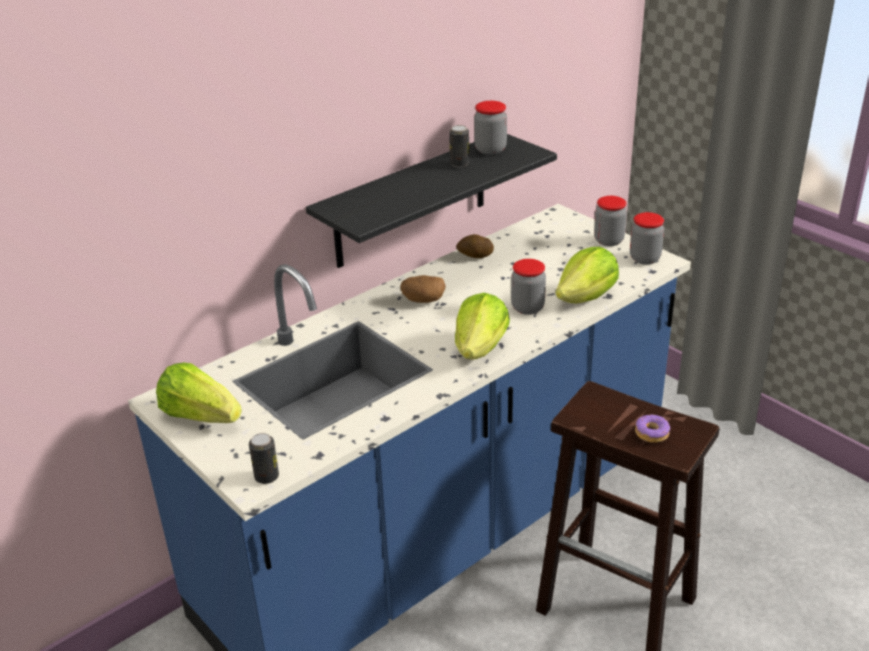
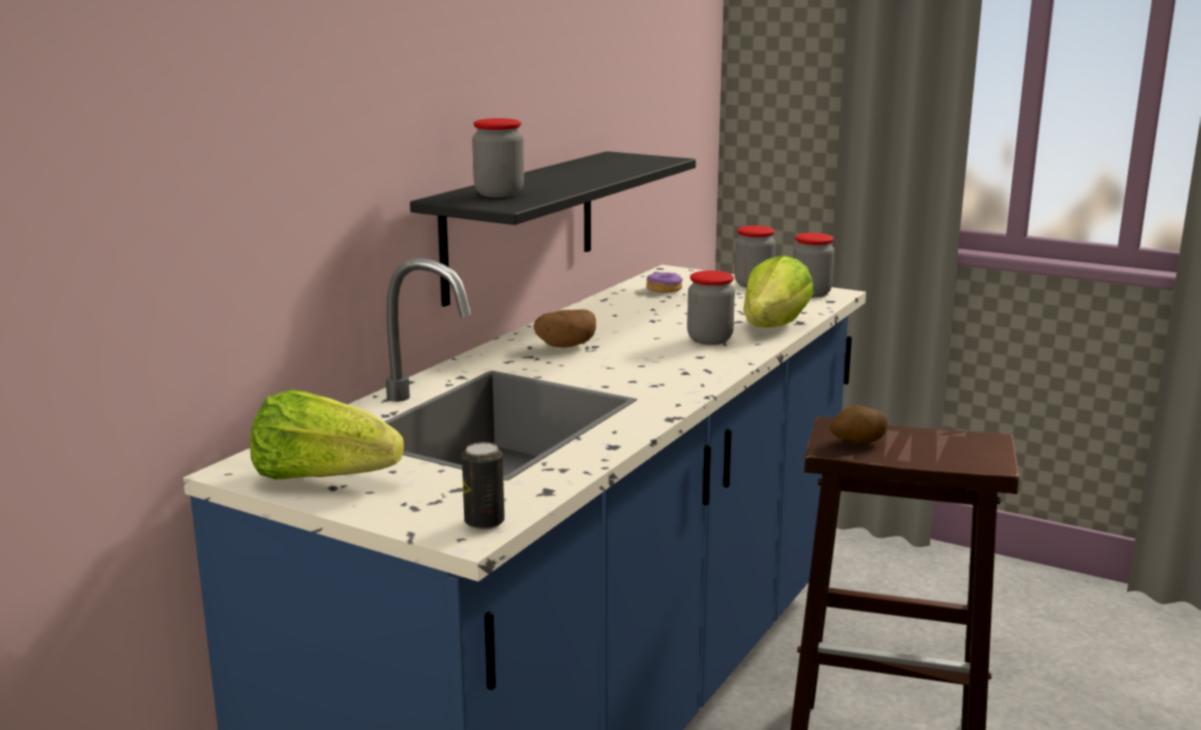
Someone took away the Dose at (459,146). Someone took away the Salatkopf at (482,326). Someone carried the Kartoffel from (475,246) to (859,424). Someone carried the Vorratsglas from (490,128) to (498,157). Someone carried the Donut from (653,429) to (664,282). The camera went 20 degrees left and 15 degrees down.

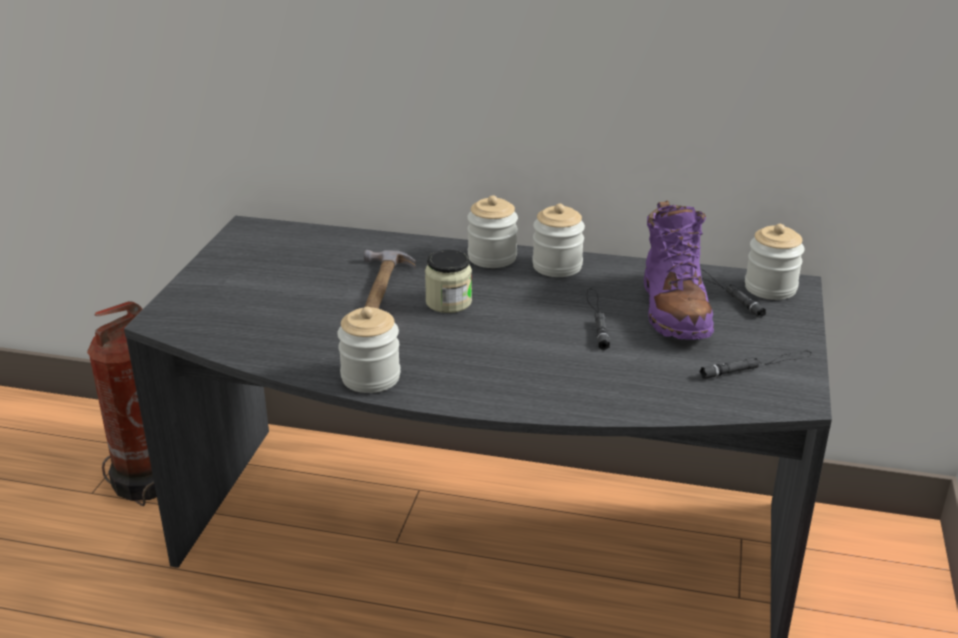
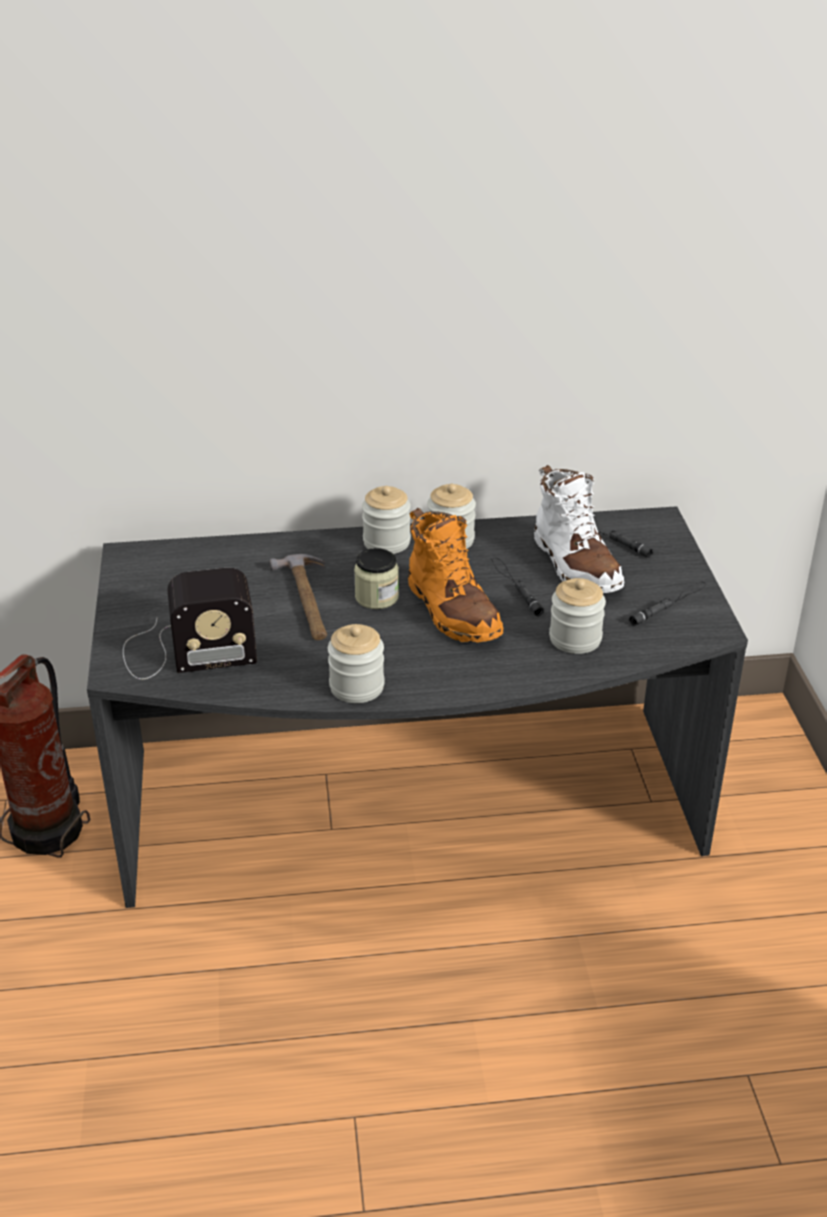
Someone repainted the Stiefel (lila) at (679,270), which became the Stiefel (weiß) at (579,529). Someone carried the Vorratsglas from (775,262) to (577,616). Someone put down the Radio at (190,624). Someone put down the Stiefel (orange) at (456,575). The camera went 20 degrees left and 5 degrees up.

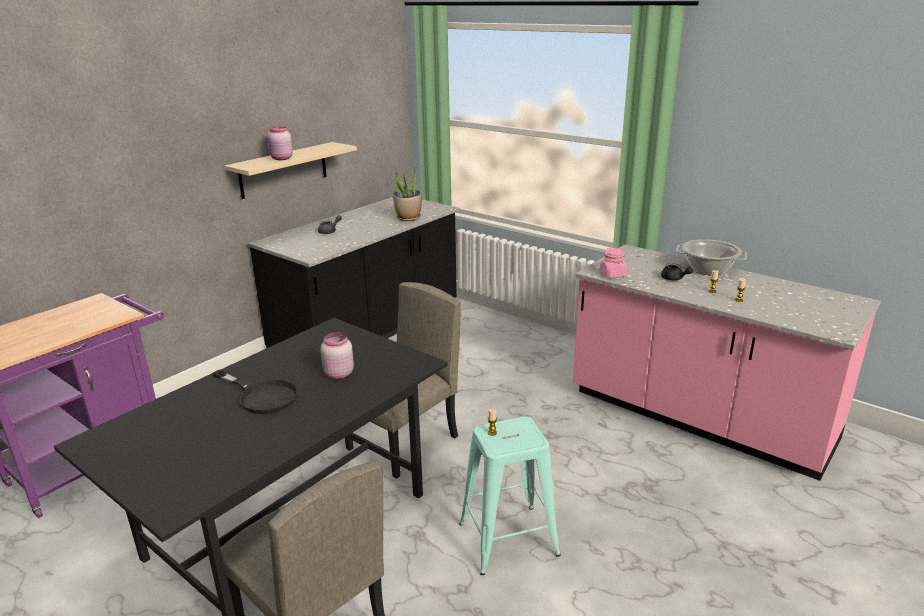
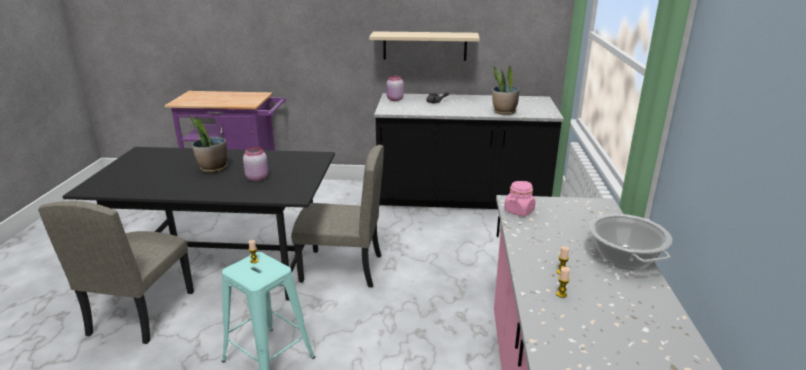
Someone swapped the Pfanne (schwarz) at (255,392) for the Topfpflanze at (209,144). Someone carried the Vorratsglas (rosa) from (280,143) to (395,88). Someone took away the Teekanne (schwarz) at (677,272). The camera went 55 degrees right and 0 degrees up.

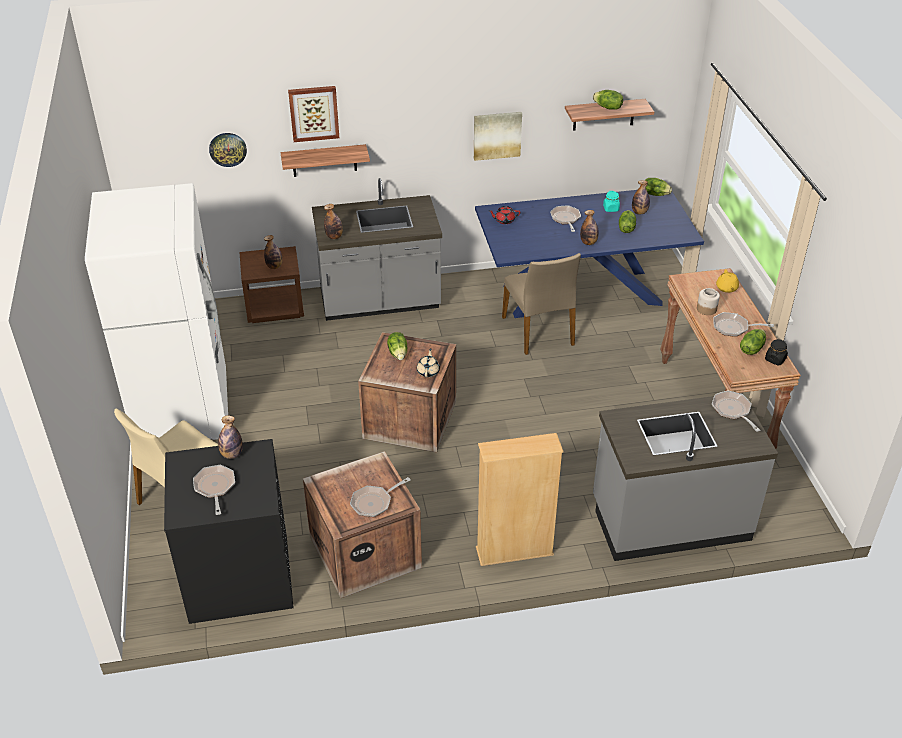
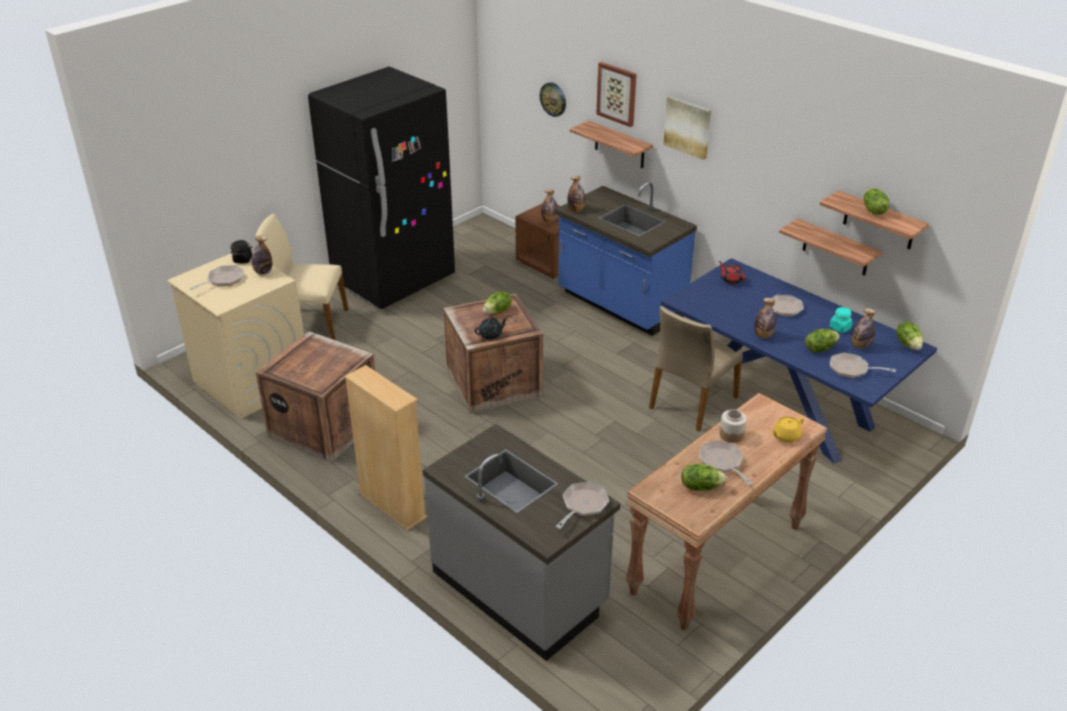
Someone repainted the Kühlschrank (weiß) at (156,311), which became the Kühlschrank (schwarz) at (381,188). Someone repainted the Waschmaschine (schwarz) at (229,531), which became the Waschmaschine (beige) at (235,336). Someone repainted the Küchenzeile (grau) at (377,249), which became the Küchenzeile (blau) at (626,259). Someone carried the Pfanne from (380,497) to (863,365). Someone repainted the Teekanne (beige) at (428,362), which became the Teekanne (schwarz) at (491,328). Someone carried the Bild from (498,136) to (687,128). Someone carried the Vorratsglas (schwarz) from (776,352) to (241,251). Someone put up the Wandregal at (830,247). The camera went 55 degrees right and 5 degrees down.

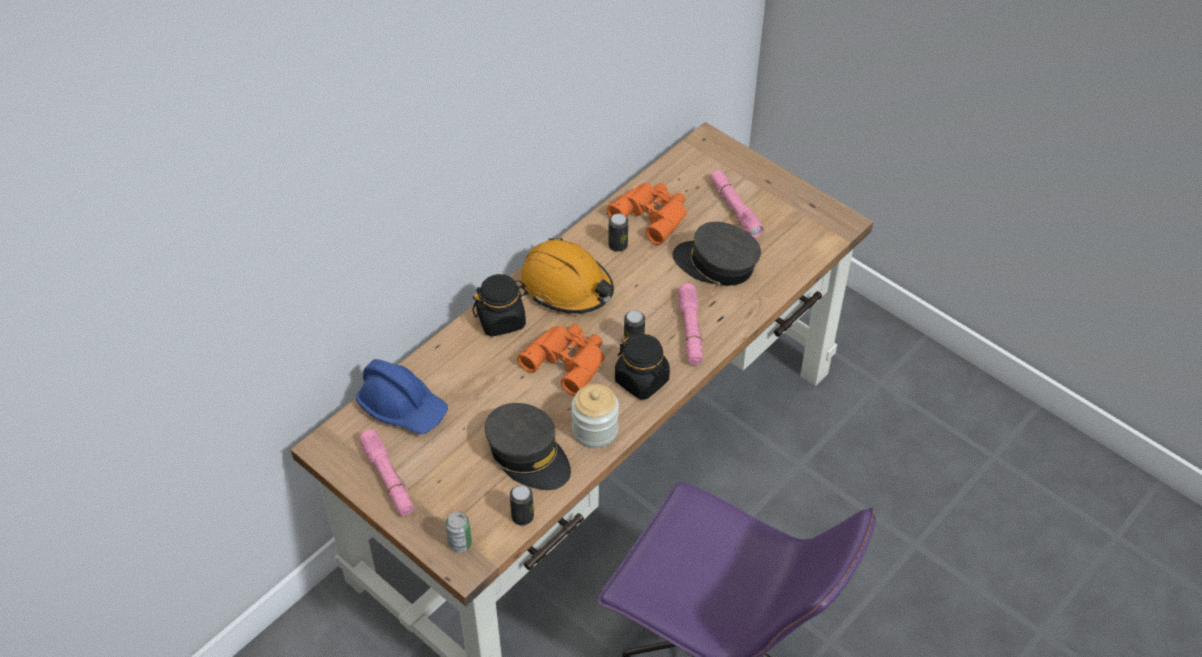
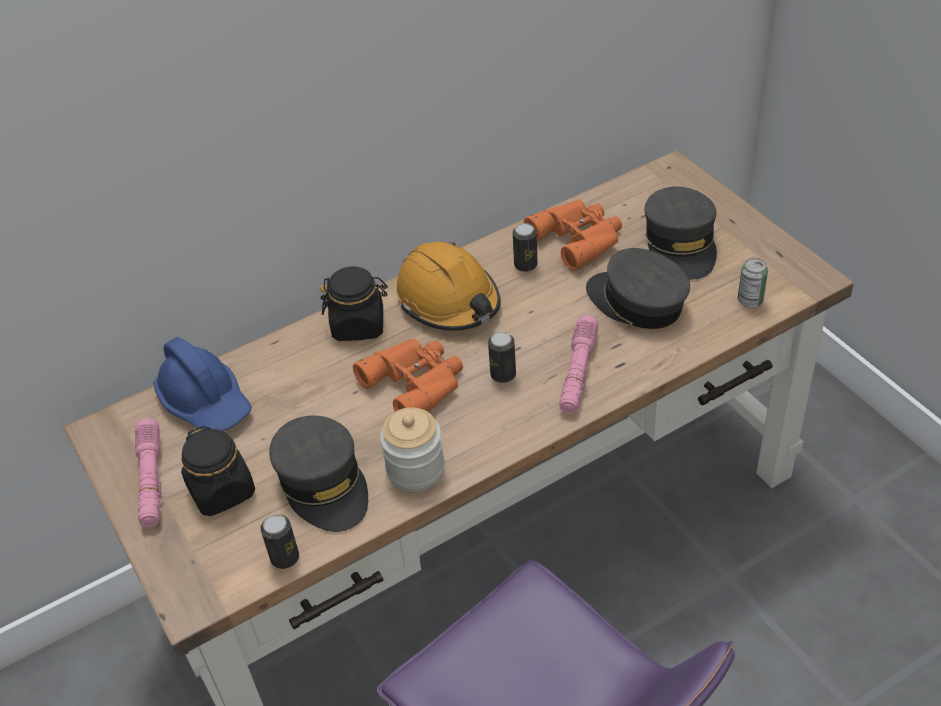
Someone carried the Dose from (458,531) to (753,283). Someone carried the Vorratsglas (schwarz) from (642,366) to (218,471). Someone swapped the Taschenlampe (rosa) at (737,204) for the Kappe (grau) at (680,233). The camera went 20 degrees right and 5 degrees down.

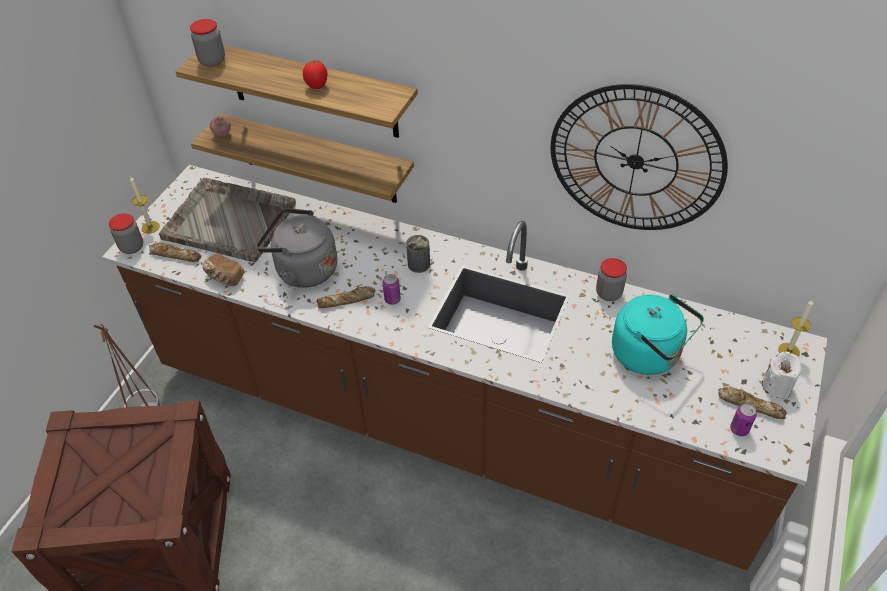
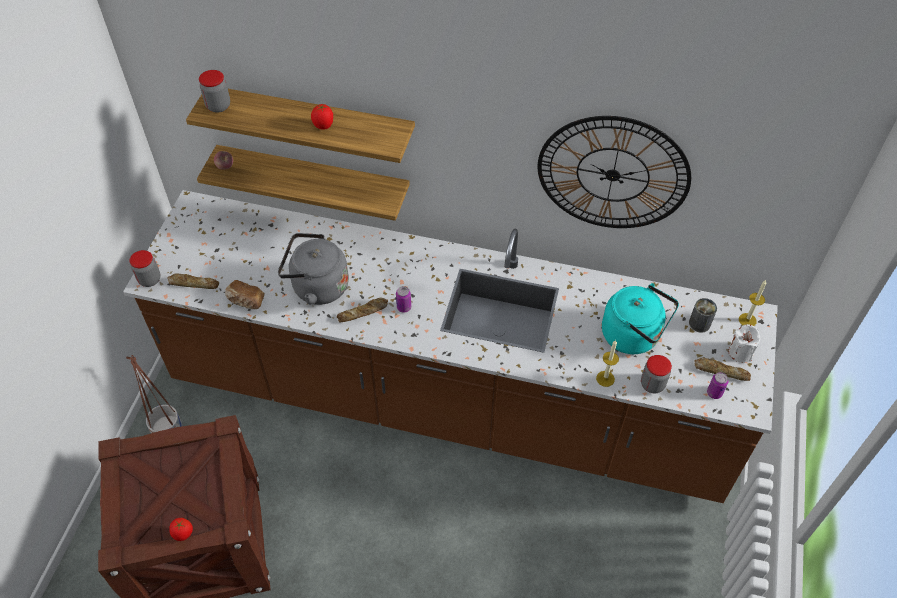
Someone carried the Kerze from (145,205) to (607,363). Someone took away the Tablett (grau) at (227,220). Someone carried the Dose from (418,254) to (703,315). Someone carried the Vorratsglas from (611,279) to (656,374). Someone put down the Tomate at (181,529). The camera went 10 degrees left and 5 degrees up.

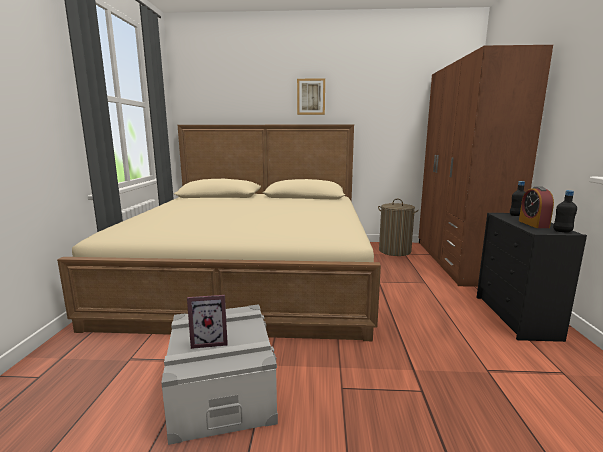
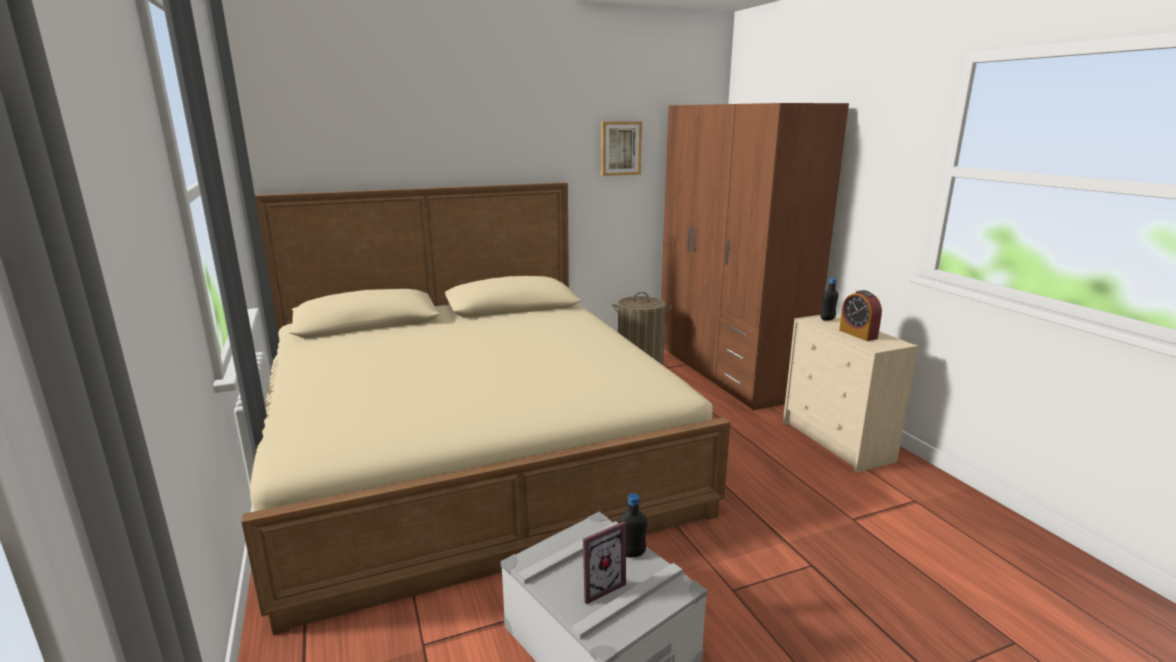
Someone carried the Bild from (311,96) to (621,148). Someone repainted the Kommode (schwarz) at (531,277), which became the Kommode (beige) at (850,394). Someone carried the Flasche (schwarz) from (565,211) to (633,525). The camera went 25 degrees left and 5 degrees up.

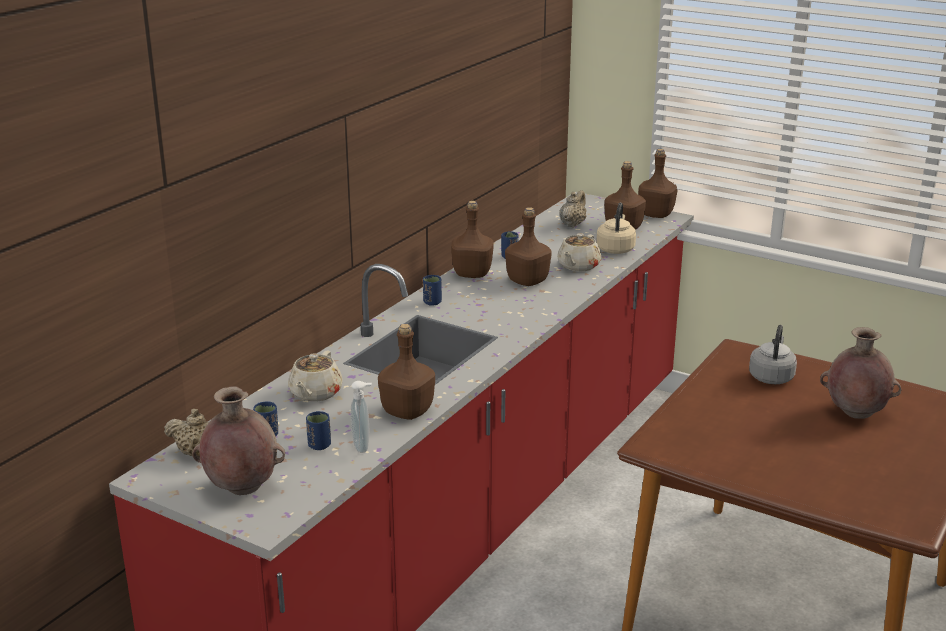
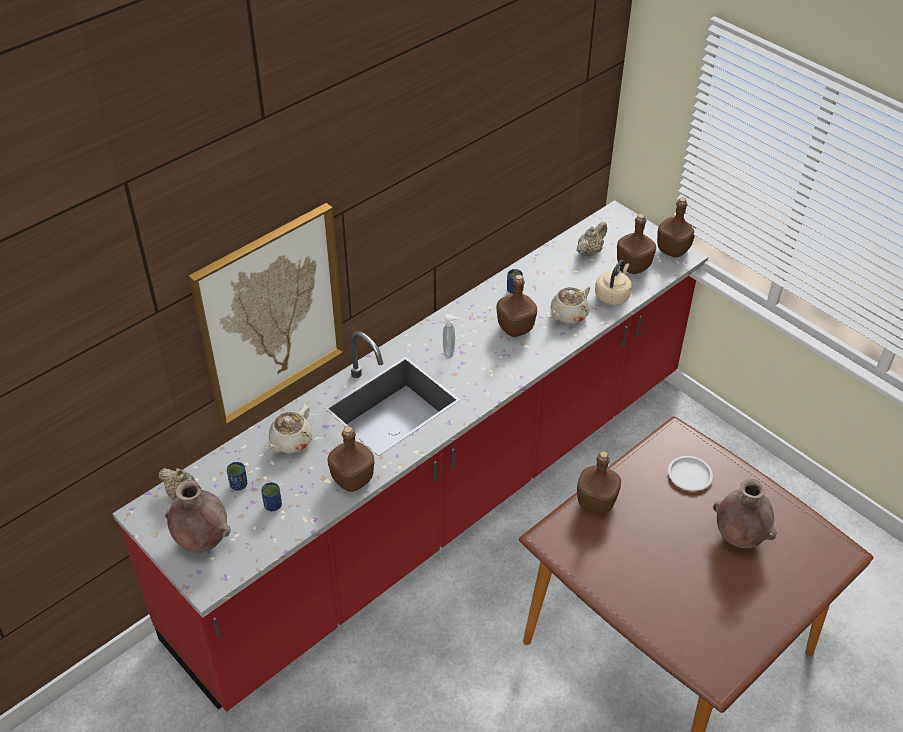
Someone carried the Seifenspender from (361,417) to (450,336). Someone took away the Tasse (blau) at (432,290). Someone carried the Flasche (braun) from (472,239) to (599,483). Someone swapped the Wasserkessel (grau) at (773,354) for the Teller (weiß) at (690,473). Someone put up the Bild at (267,314). The camera went 15 degrees right and 20 degrees up.

